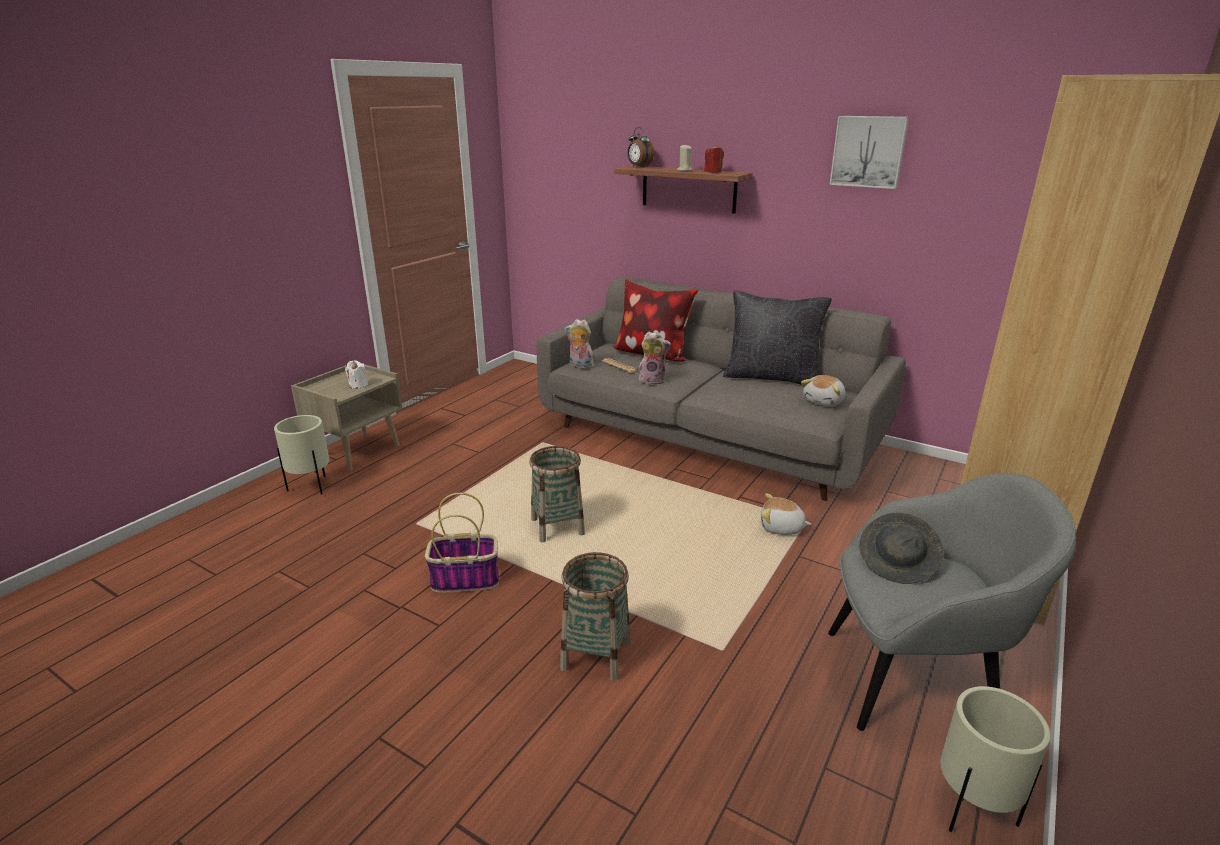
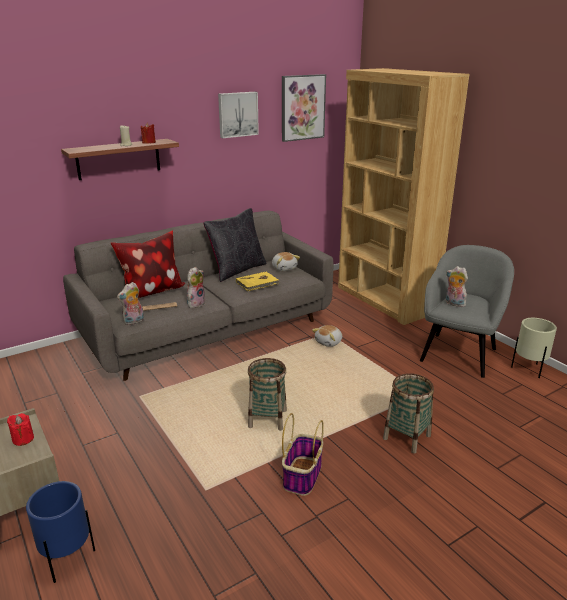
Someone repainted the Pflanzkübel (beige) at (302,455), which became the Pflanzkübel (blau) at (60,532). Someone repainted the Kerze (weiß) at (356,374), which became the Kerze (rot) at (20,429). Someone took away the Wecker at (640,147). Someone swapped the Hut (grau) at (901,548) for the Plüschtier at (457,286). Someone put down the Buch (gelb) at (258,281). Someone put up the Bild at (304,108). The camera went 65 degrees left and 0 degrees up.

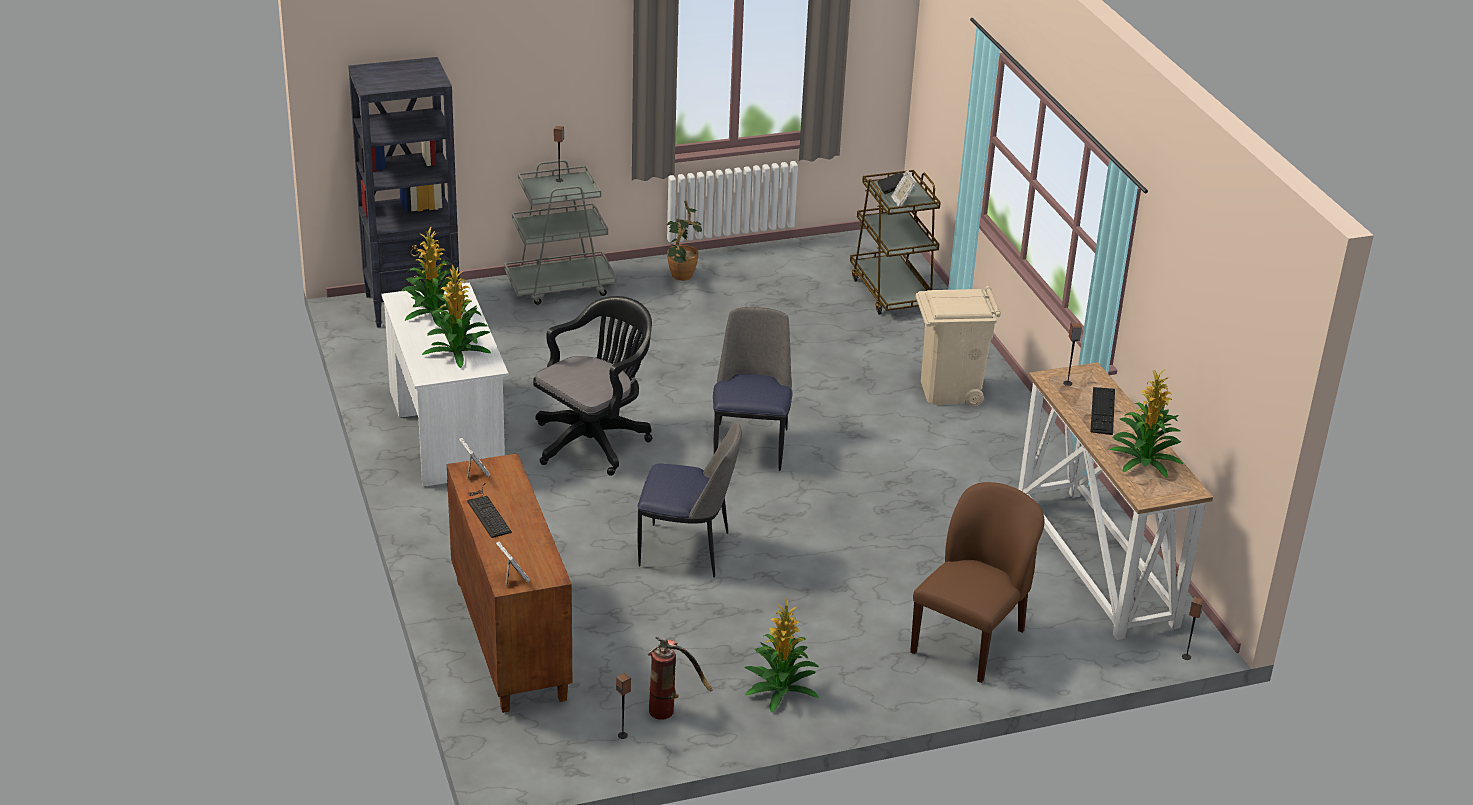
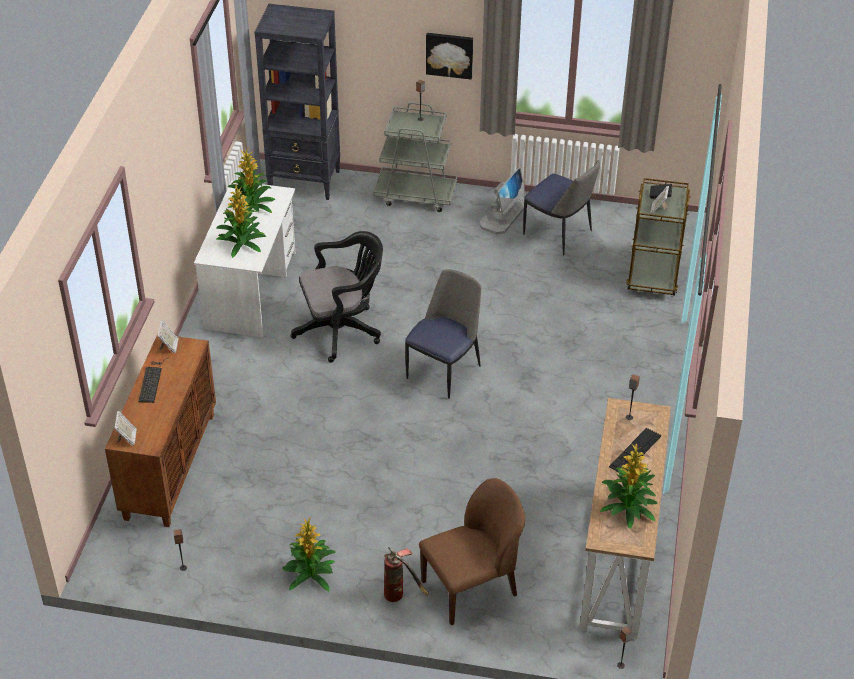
Someone carried the Stuhl from (689,500) to (561,207). Someone carried the Feuerlöscher from (680,678) to (406,574). Someone swapped the Topfpflanze at (684,240) for the Monitor at (504,201). Someone took away the Mülleimer (beige) at (958,346). Someone put up the Bild at (449,56). The camera went 30 degrees right and 10 degrees up.

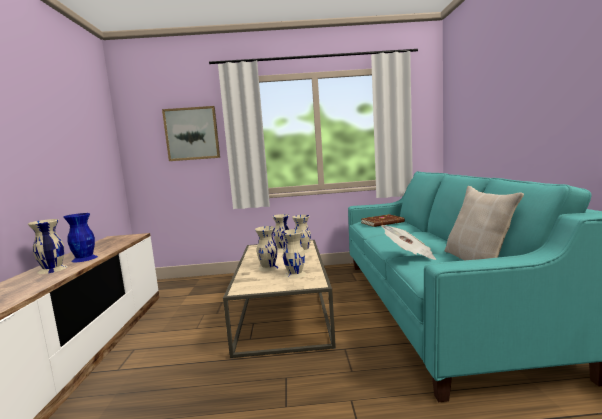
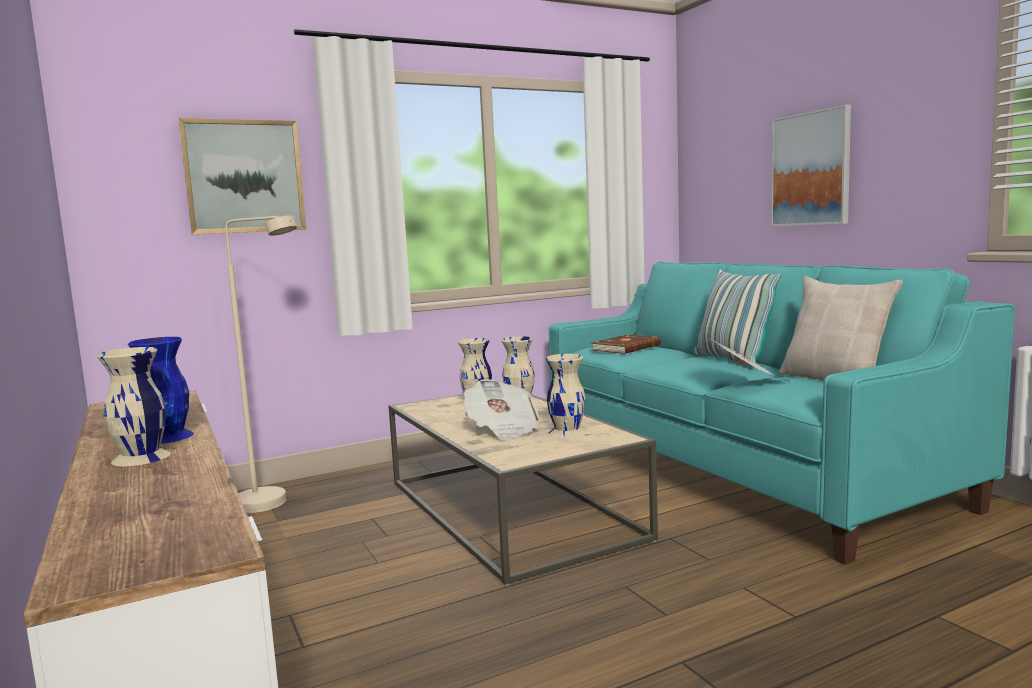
Someone swapped the Vase (beige) at (267,249) for the Zeitung at (502,410). Someone put down the Stehlampe (beige) at (261,364). Someone put down the Kissen at (737,318). Someone put up the Bild at (811,165). The camera went 25 degrees left and 0 degrees up.

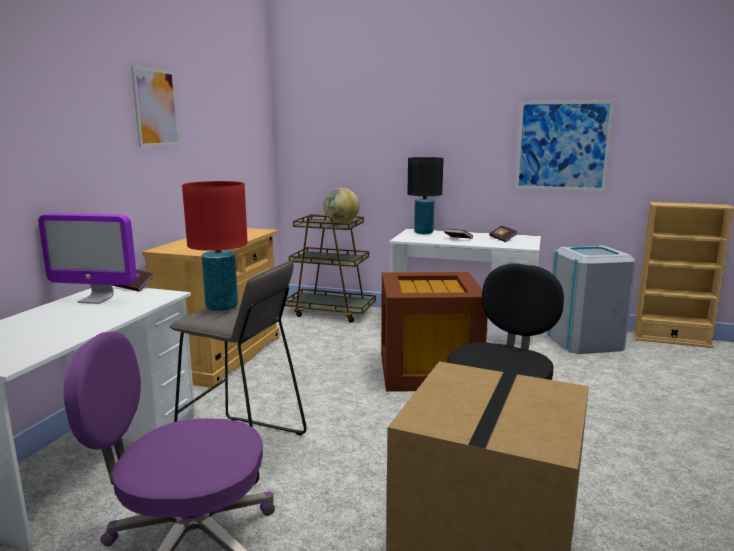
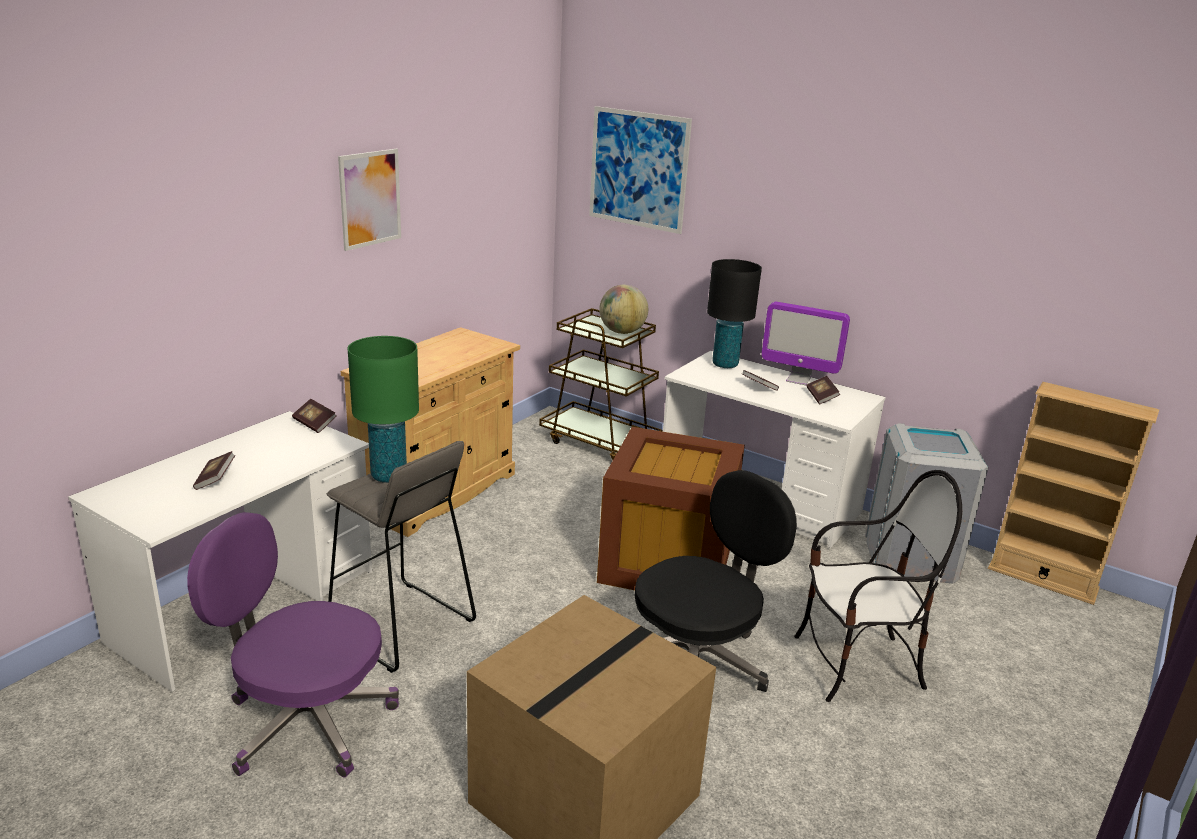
Someone carried the Monitor from (87,258) to (805,343). Someone repainted the Tischlampe (rot) at (215,246), which became the Tischlampe (grün) at (383,409). Someone carried the Bild from (565,145) to (640,170). Someone put down the Buch at (214,470). Someone put down the Stuhl at (878,586). The camera went 15 degrees right and 10 degrees up.

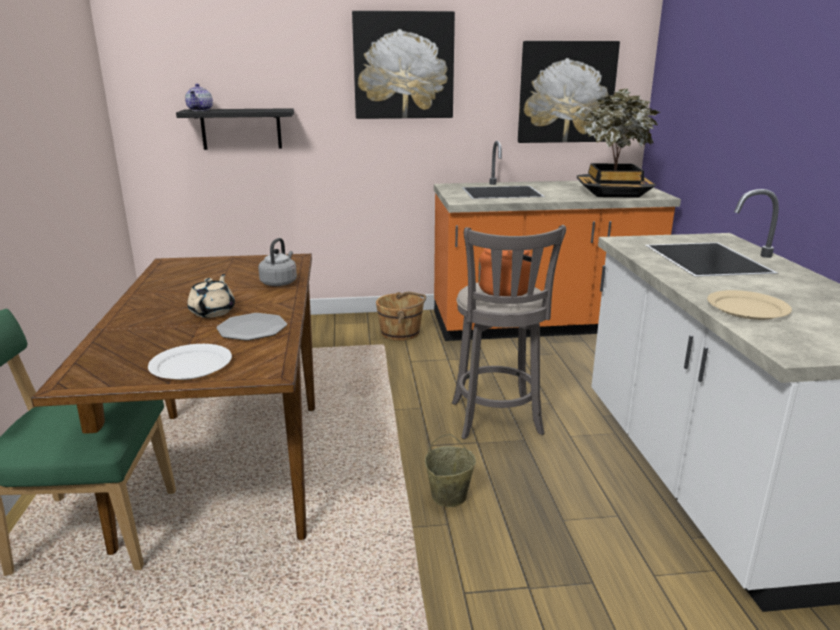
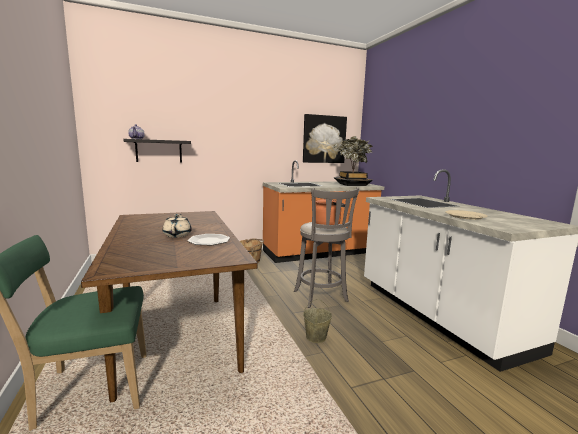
Someone took away the Teller (weiß) at (190,362). Someone took away the Wasserkessel (grau) at (277,262). Someone took away the Bild at (403,65). The camera went 15 degrees left and 10 degrees down.

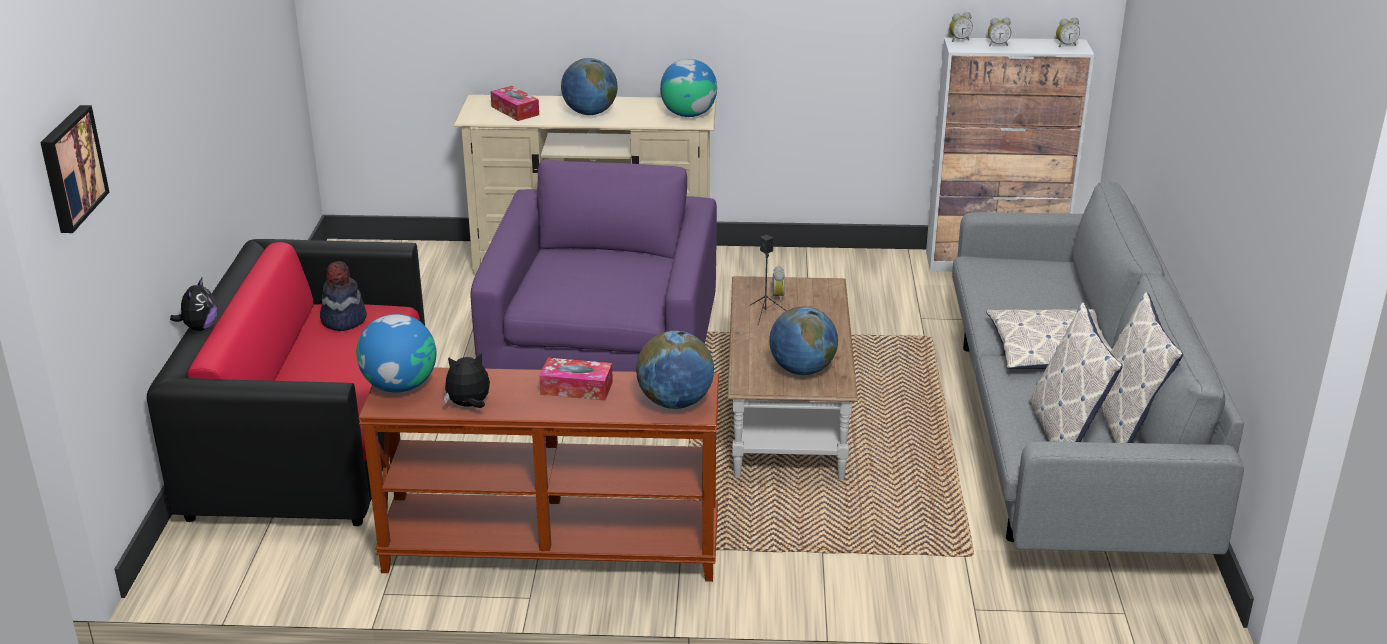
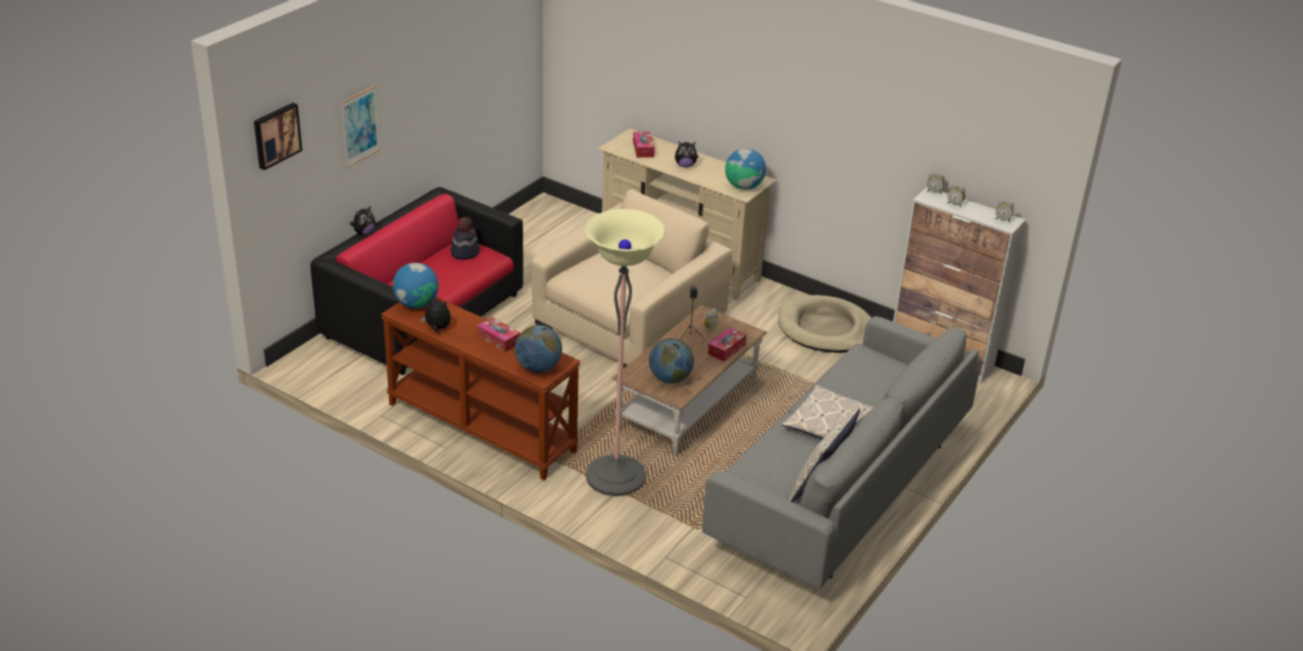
Someone repainted the Sessel (lila) at (594,265), which became the Sessel (beige) at (631,278). Someone swapped the Globus at (589,86) for the Plüschtier at (687,155). Someone took away the Kissen at (1076,372). Someone put up the Bild at (360,127). Someone put down the Stehlampe at (625,353). Someone put down the Taschentuchbox at (727,344). Someone put down the Hundebett (beige) at (825,324). The camera went 30 degrees right and 5 degrees up.

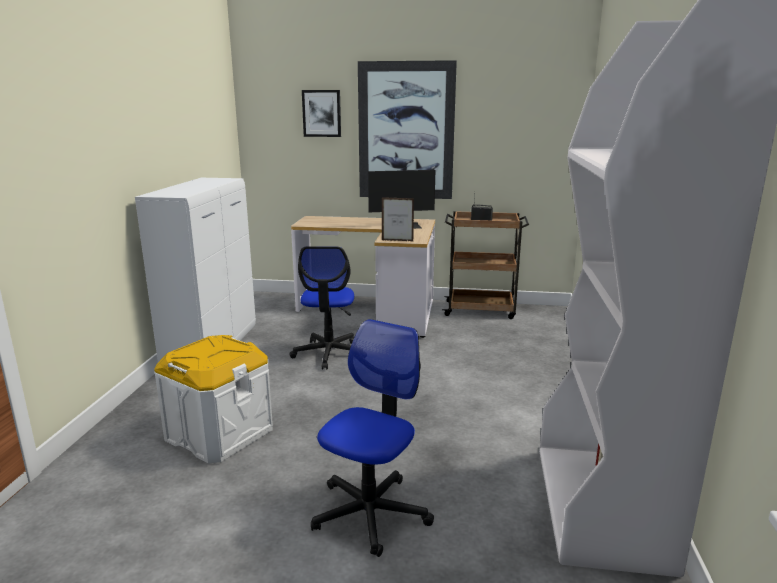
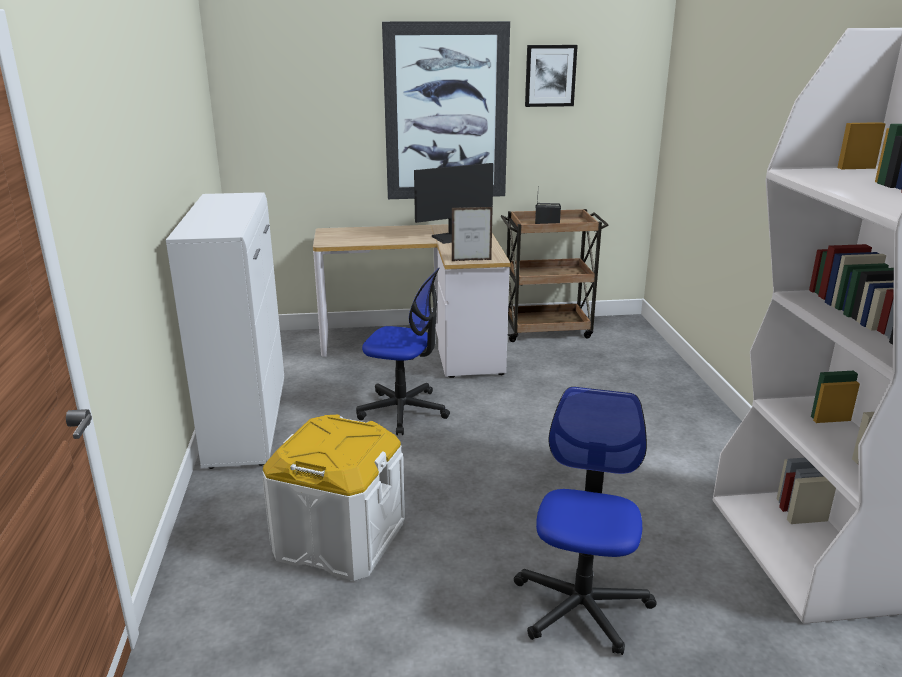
Someone rotated the Bürostuhl at (321,308) by 60 degrees counterclockwise. Someone carried the Bild from (321,113) to (551,76). The camera went 15 degrees left and 5 degrees up.

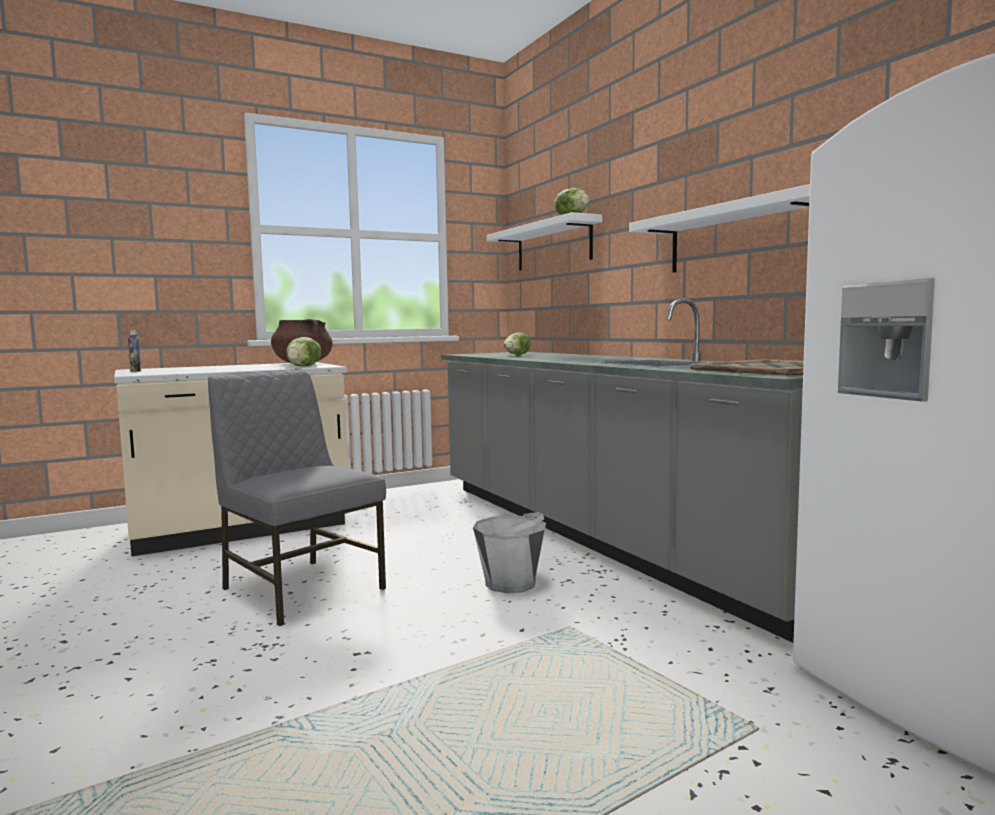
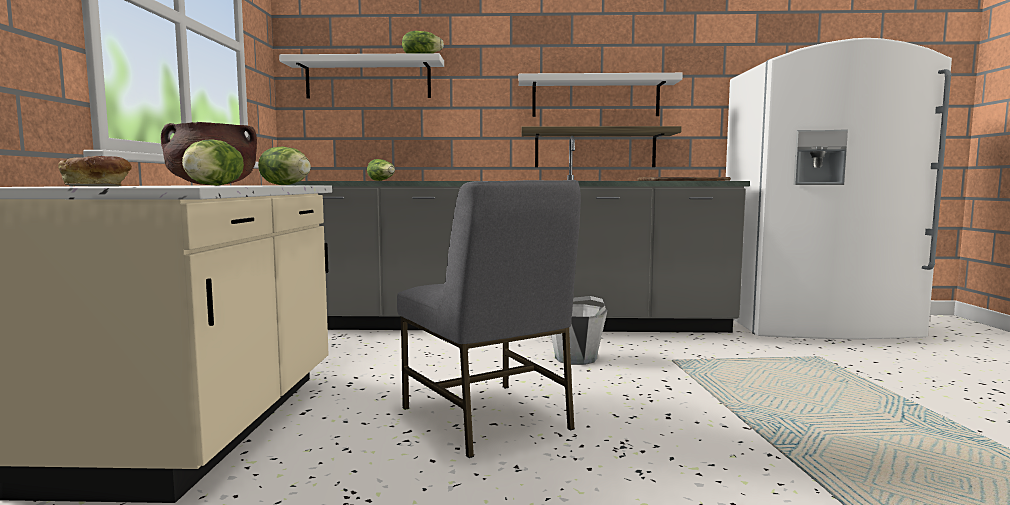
Someone swapped the Flasche at (134,351) for the Brot at (95,171). Someone rotated the Stuhl (grau) at (297,498) by 105 degrees counterclockwise. Someone put down the Salatkopf at (213,162). Someone put up the Wandregal at (602,146). The camera went 60 degrees left and 0 degrees up.

